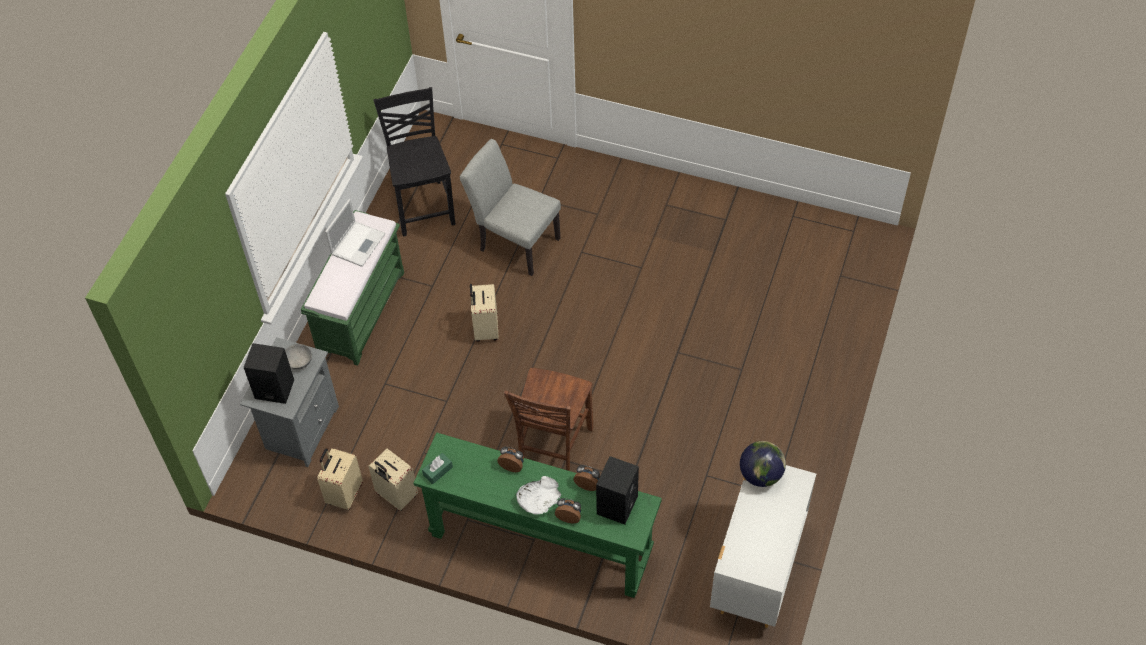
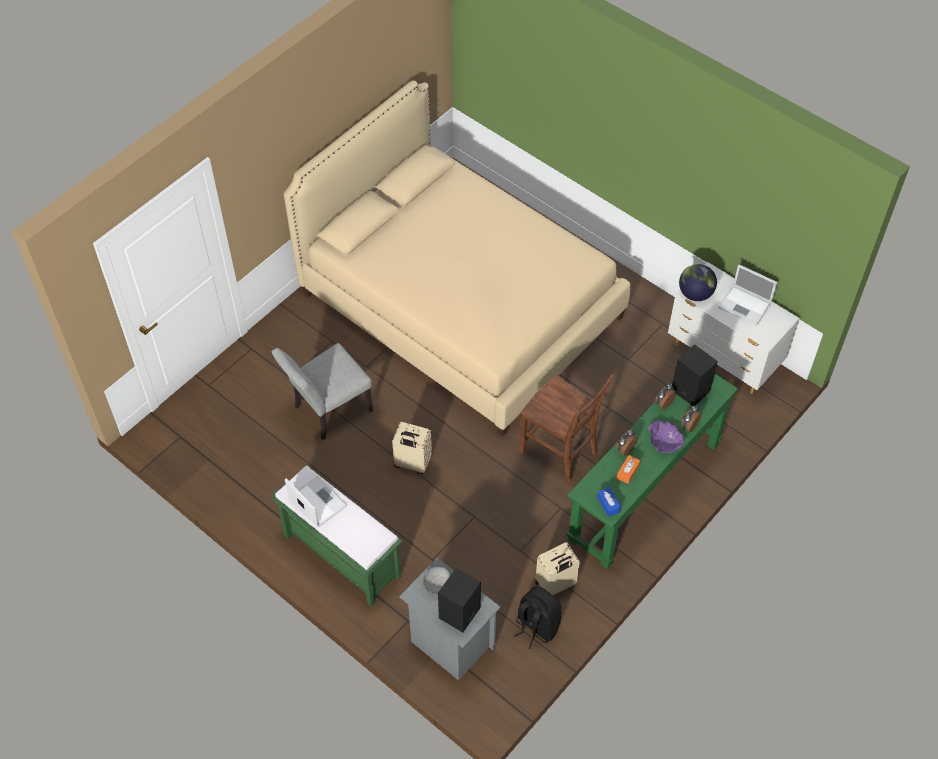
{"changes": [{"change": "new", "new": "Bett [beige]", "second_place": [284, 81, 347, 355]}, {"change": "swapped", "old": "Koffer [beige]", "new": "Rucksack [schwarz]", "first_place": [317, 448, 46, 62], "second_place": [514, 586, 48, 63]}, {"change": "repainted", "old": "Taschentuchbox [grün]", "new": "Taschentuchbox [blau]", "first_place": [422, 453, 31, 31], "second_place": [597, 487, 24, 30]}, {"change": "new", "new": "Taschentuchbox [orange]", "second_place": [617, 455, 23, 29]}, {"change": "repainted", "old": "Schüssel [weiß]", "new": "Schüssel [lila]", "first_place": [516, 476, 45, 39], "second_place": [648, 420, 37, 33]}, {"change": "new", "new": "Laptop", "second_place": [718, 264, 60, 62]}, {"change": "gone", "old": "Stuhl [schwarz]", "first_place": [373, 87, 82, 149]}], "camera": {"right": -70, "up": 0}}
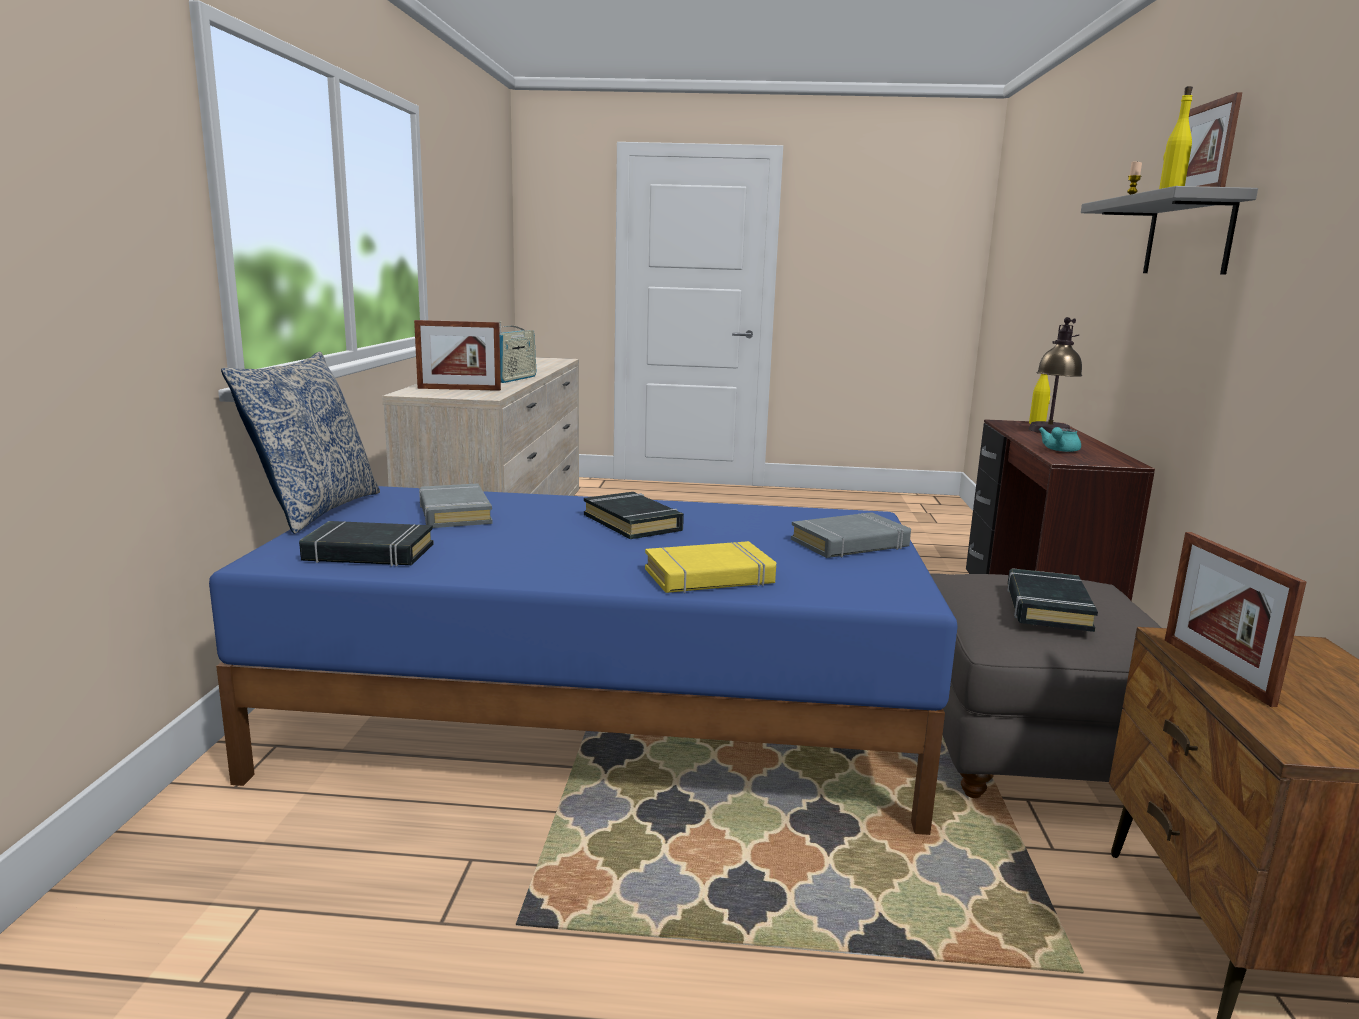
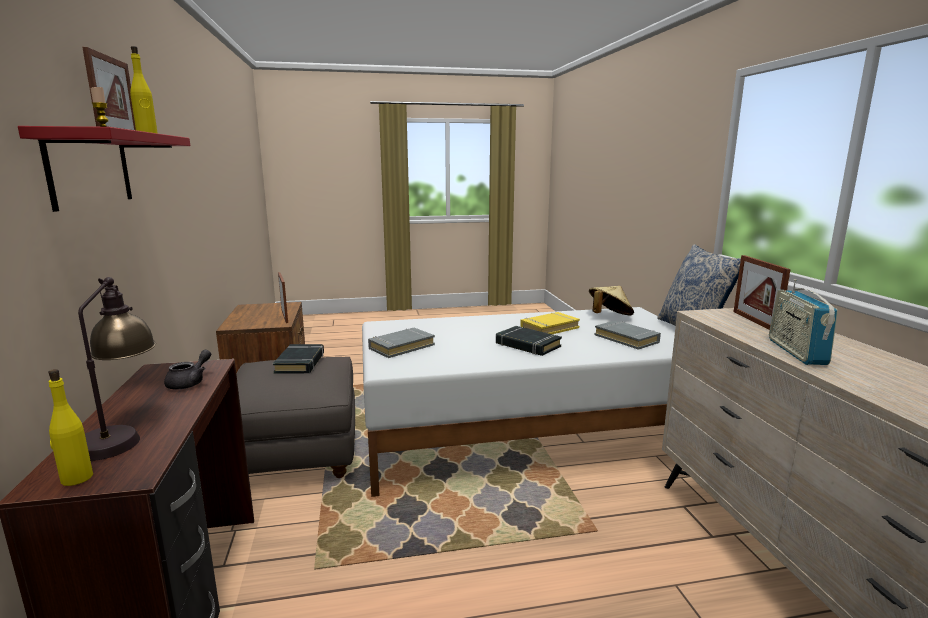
{"changes": [{"change": "repainted", "old": "Wandregal [grau]", "new": "Wandregal [rot]", "first_place": [1081, 186, 177, 89], "second_place": [18, 126, 172, 86]}, {"change": "repainted", "old": "Teekanne [türkis]", "new": "Teekanne [grau]", "first_place": [1038, 427, 43, 25], "second_place": [164, 350, 47, 39]}, {"change": "repainted", "old": "Bett [blau]", "new": "Bett [weiß]", "first_place": [209, 486, 749, 349], "second_place": [362, 307, 314, 190]}, {"change": "shifted", "old": "Buch [gelb]", "first_place": [645, 541, 131, 52], "second_place": [520, 312, 60, 22]}, {"change": "swapped", "old": "Buch [schwarz]", "new": "Hut [beige]", "first_place": [299, 521, 135, 46], "second_place": [589, 286, 45, 29]}, {"change": "rotated", "old": "Bilderrahmen", "first_place": [414, 320, 87, 71], "second_place": [733, 255, 57, 75], "degrees": -75}], "camera": {"right": 165, "up": 0}}
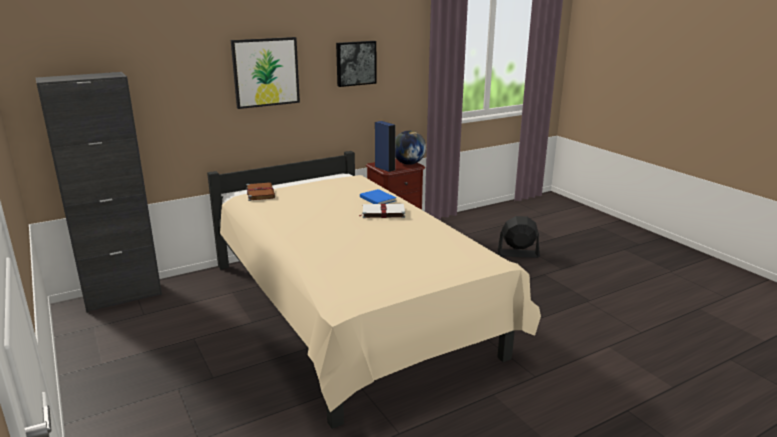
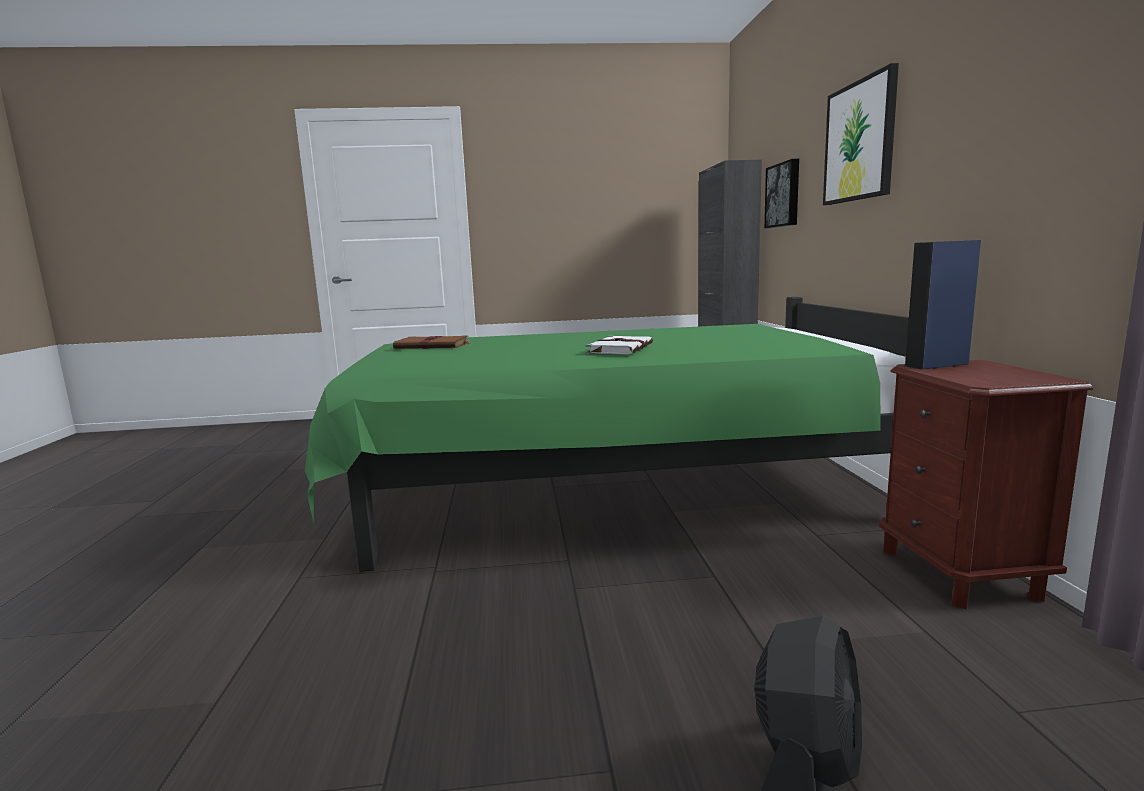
{"changes": [{"change": "repainted", "old": "Bett [beige]", "new": "Bett [grün]", "first_place": [207, 151, 334, 278], "second_place": [305, 297, 604, 275]}, {"change": "shifted", "old": "Buch [braun]", "first_place": [246, 182, 29, 19], "second_place": [393, 335, 77, 14]}, {"change": "shifted", "old": "Bild", "first_place": [336, 41, 40, 46], "second_place": [764, 159, 35, 69]}, {"change": "gone", "old": "Buch [blau]", "first_place": [360, 189, 36, 15]}, {"change": "gone", "old": "Globus", "first_place": [395, 131, 31, 34]}], "camera": {"right": 115, "up": -10}}
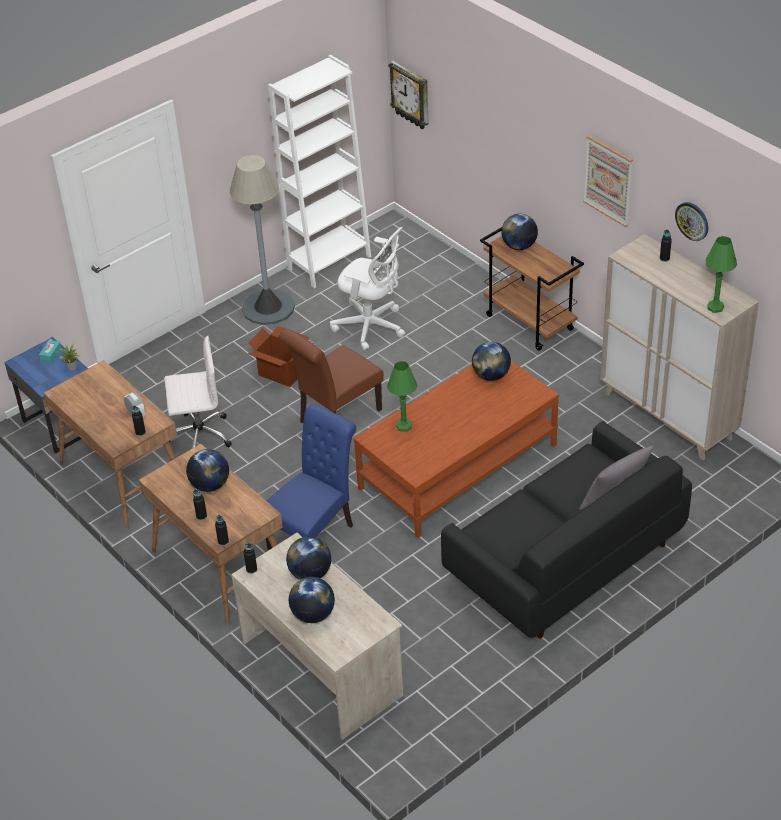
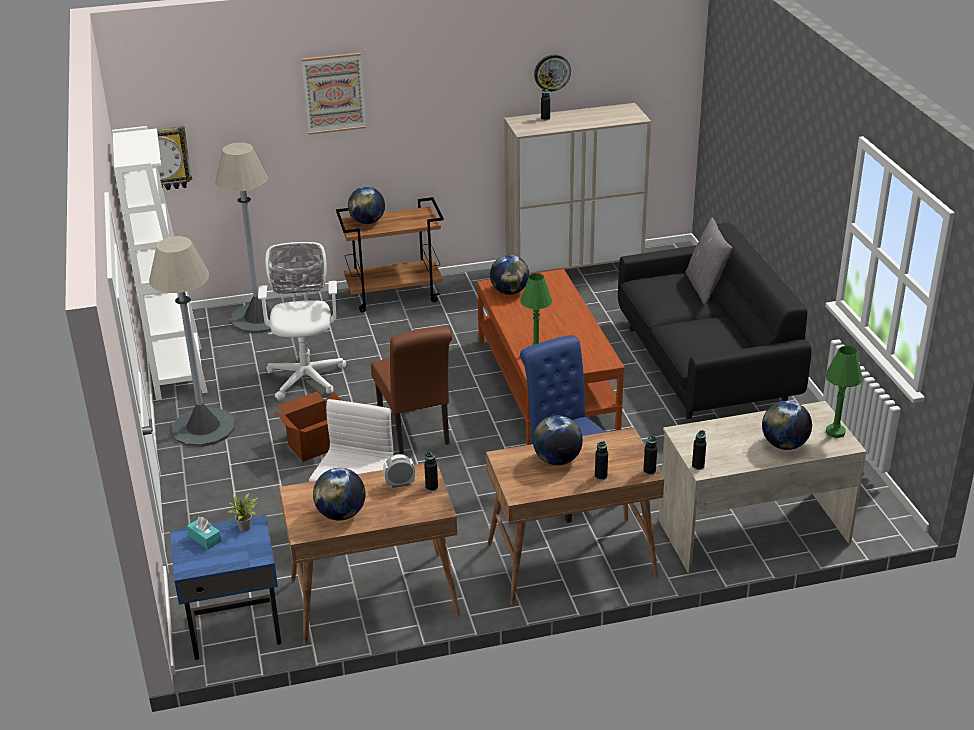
{"changes": [{"change": "new", "new": "Stehlampe [grau]", "second_place": [215, 143, 62, 191]}, {"change": "rotated", "old": "Bürostuhl [weiß]", "first_place": [330, 227, 75, 124], "second_place": [258, 242, 88, 159], "degrees": -60}, {"change": "shifted", "old": "Bild", "first_place": [583, 135, 50, 92], "second_place": [302, 53, 64, 82]}, {"change": "shifted", "old": "Globus", "first_place": [286, 536, 45, 44], "second_place": [313, 468, 53, 53]}, {"change": "shifted", "old": "Tischlampe [grün]", "first_place": [705, 236, 32, 77], "second_place": [825, 346, 38, 92]}], "camera": {"right": -65, "up": -10}}
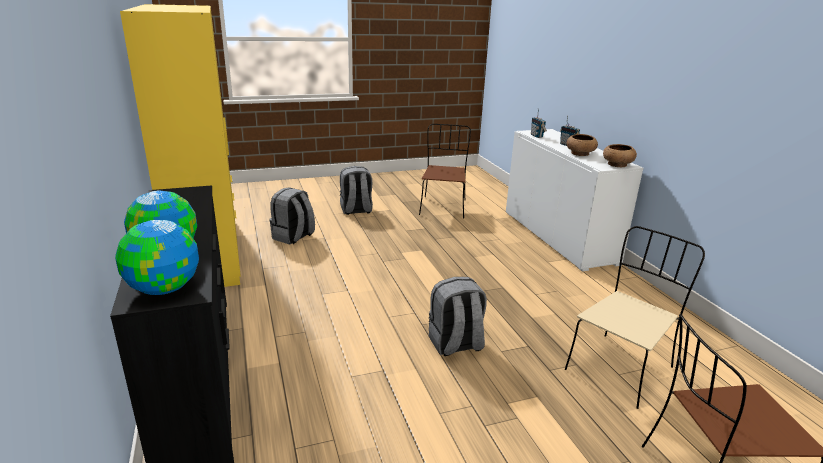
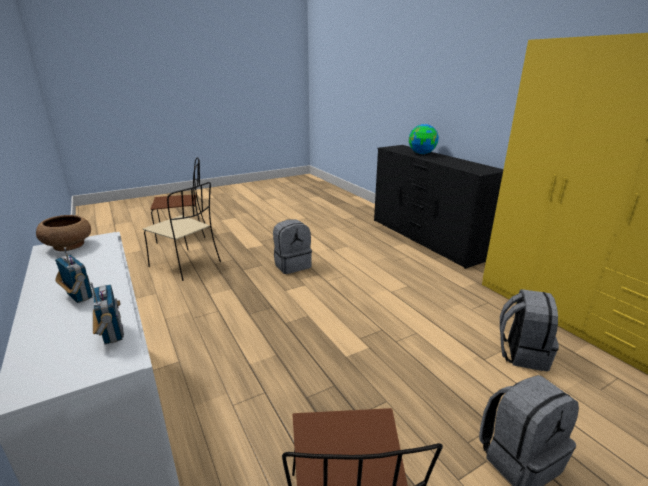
{"changes": [{"change": "rotated", "old": "Stuhl [beige]", "first_place": [565, 226, 140, 183], "second_place": [143, 182, 78, 99], "degrees": -90}, {"change": "gone", "old": "Globus", "first_place": [115, 220, 84, 75]}, {"change": "gone", "old": "Schüssel [braun]", "first_place": [567, 134, 31, 22]}], "camera": {"right": 170, "up": 0}}
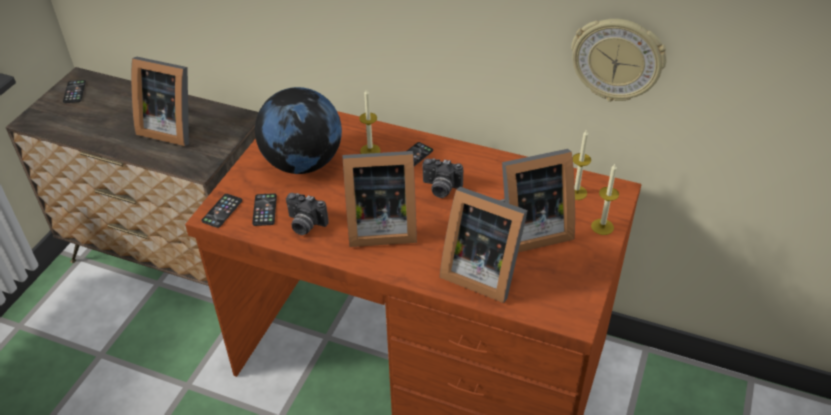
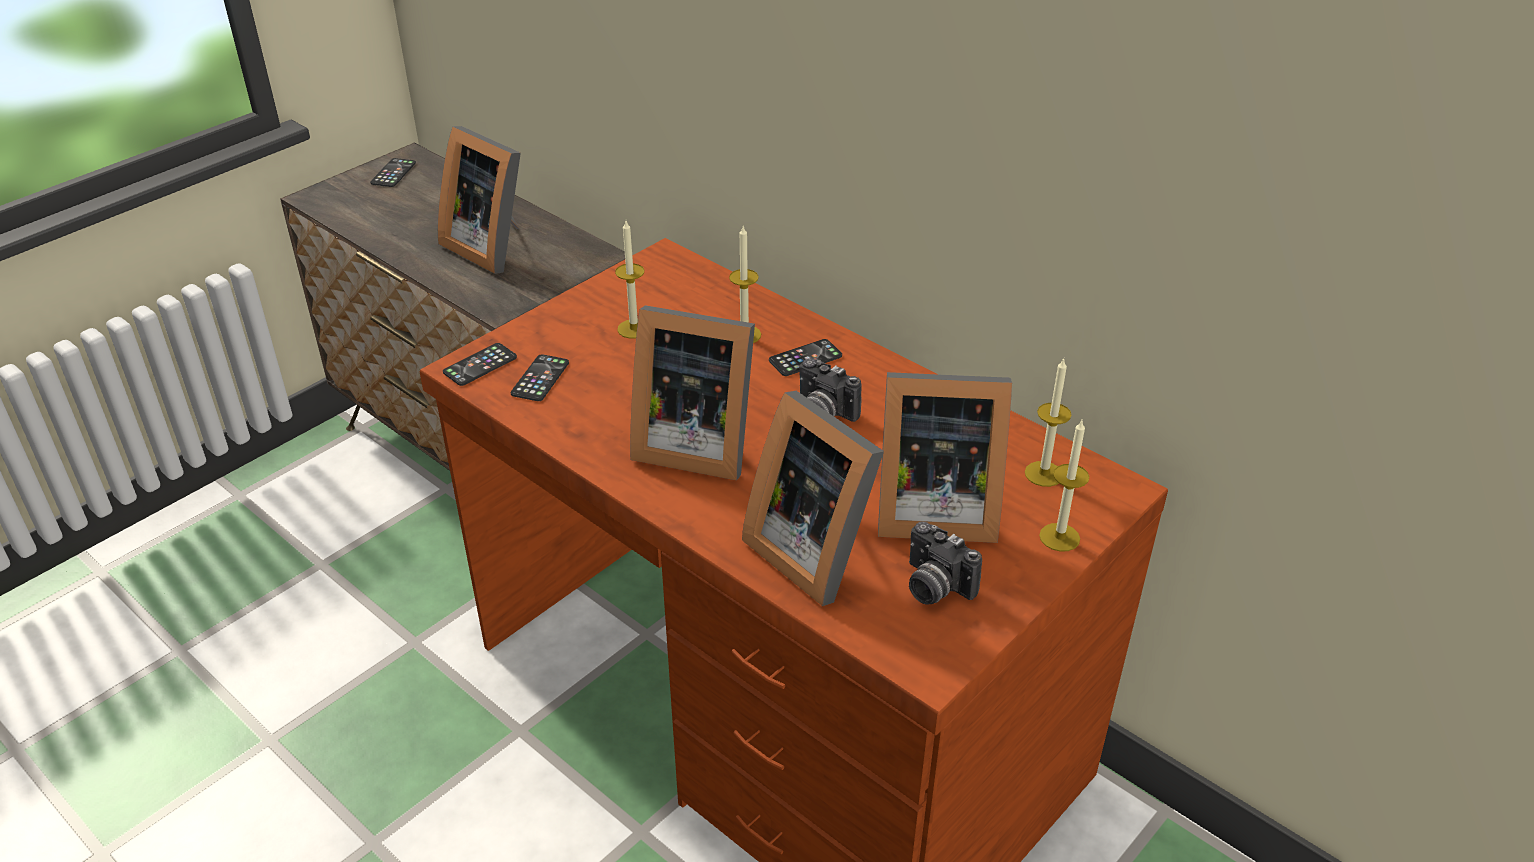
{"changes": [{"change": "swapped", "old": "Globus", "new": "Kerze", "first_place": [255, 87, 87, 87], "second_place": [615, 221, 29, 118]}, {"change": "shifted", "old": "Kamera", "first_place": [286, 193, 42, 42], "second_place": [909, 522, 73, 82]}, {"change": "gone", "old": "Wanduhr", "first_place": [571, 19, 96, 83]}], "camera": {"right": 20, "up": -5}}
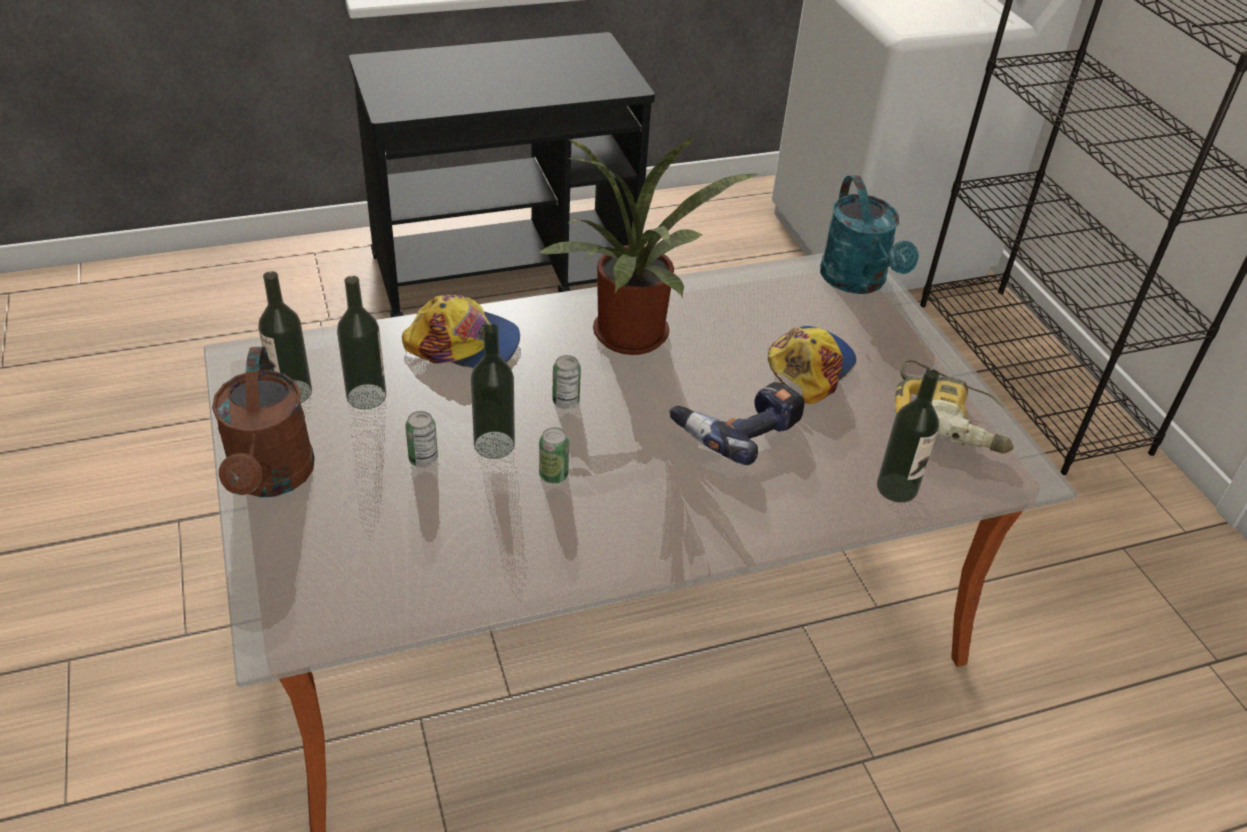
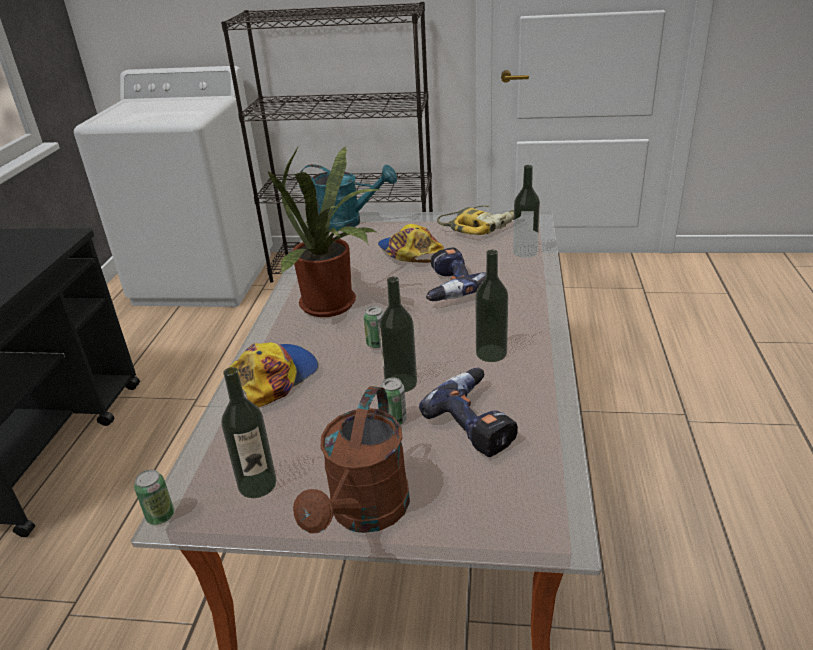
{"changes": [{"change": "shifted", "old": "Dose", "first_place": [539, 427, 30, 57], "second_place": [134, 469, 40, 56]}, {"change": "rotated", "old": "Gießkanne [braun]", "first_place": [212, 347, 103, 150], "second_place": [293, 386, 117, 147], "degrees": 90}, {"change": "new", "new": "Bohrmaschine", "second_place": [419, 367, 99, 90]}, {"change": "shifted", "old": "Flasche", "first_place": [337, 276, 49, 133], "second_place": [476, 250, 32, 112]}], "camera": {"right": -60, "up": -10}}
